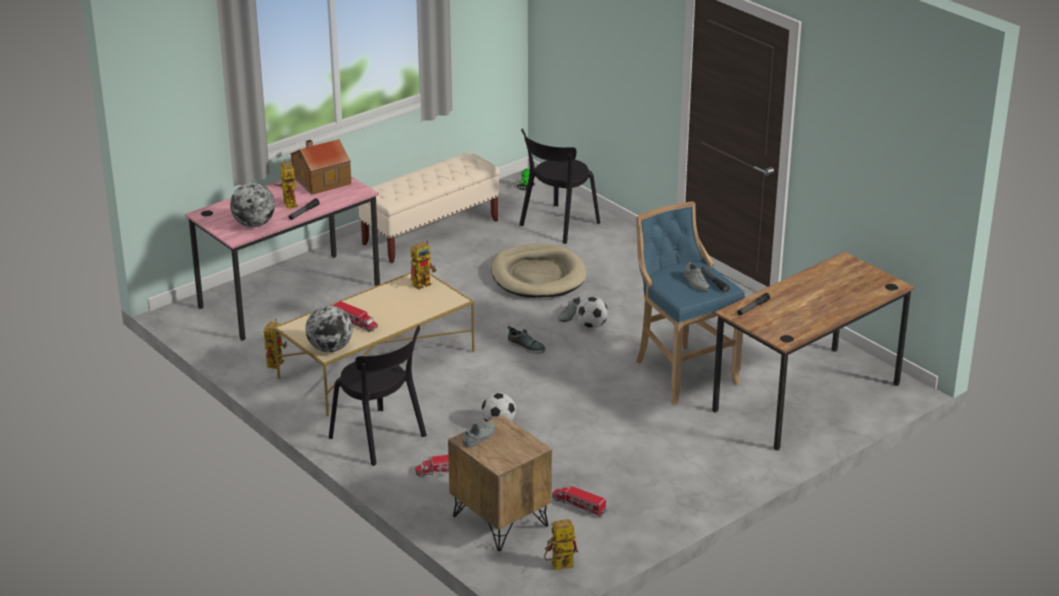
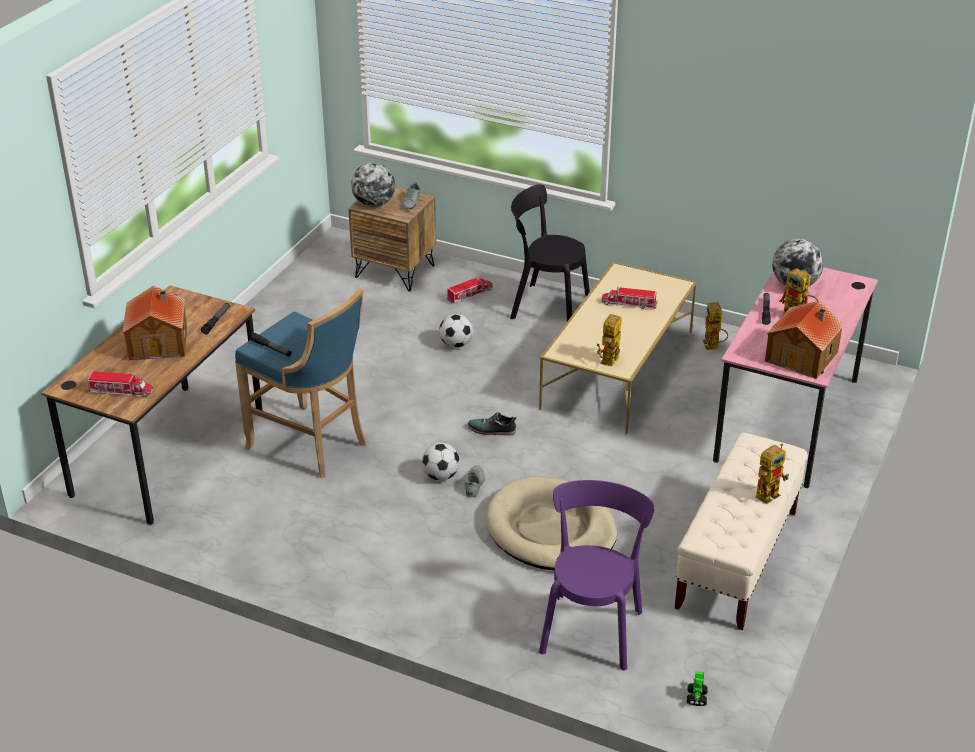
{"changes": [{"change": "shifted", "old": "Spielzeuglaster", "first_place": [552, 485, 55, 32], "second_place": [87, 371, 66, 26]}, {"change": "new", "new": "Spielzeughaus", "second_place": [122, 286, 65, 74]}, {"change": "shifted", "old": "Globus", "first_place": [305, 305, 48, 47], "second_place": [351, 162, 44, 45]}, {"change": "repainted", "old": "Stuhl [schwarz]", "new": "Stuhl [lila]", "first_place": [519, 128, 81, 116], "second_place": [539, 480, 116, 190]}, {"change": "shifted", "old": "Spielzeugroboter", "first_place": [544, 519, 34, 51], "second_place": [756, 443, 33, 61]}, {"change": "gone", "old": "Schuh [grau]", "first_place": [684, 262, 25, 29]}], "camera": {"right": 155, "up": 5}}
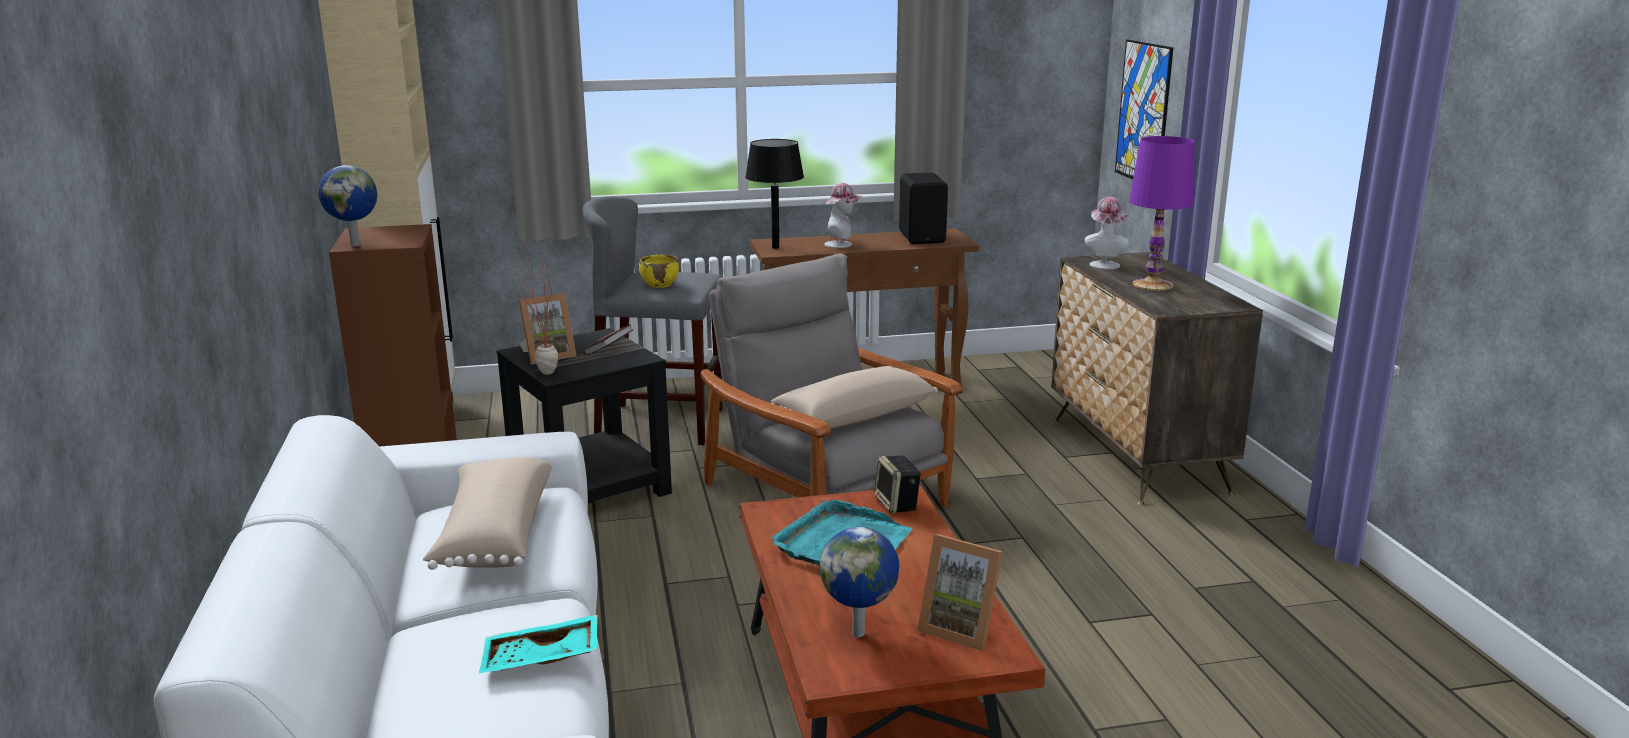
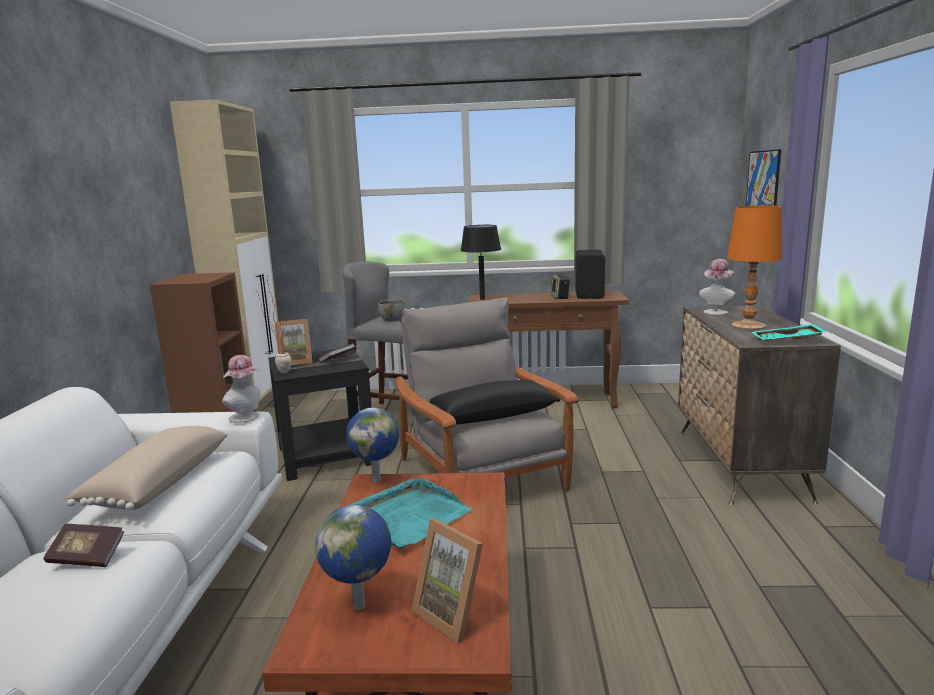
{"changes": [{"change": "new", "new": "Buch", "second_place": [43, 524, 81, 43]}, {"change": "shifted", "old": "Hut", "first_place": [824, 183, 37, 65], "second_place": [222, 355, 38, 68]}, {"change": "shifted", "old": "Globus", "first_place": [318, 165, 59, 82], "second_place": [346, 407, 53, 76]}, {"change": "repainted", "old": "Schüssel [gelb]", "new": "Schüssel [grau]", "first_place": [639, 254, 40, 34], "second_place": [378, 300, 27, 22]}, {"change": "repainted", "old": "Kissen [beige]", "new": "Kissen [schwarz]", "first_place": [771, 366, 167, 63], "second_place": [428, 380, 132, 45]}, {"change": "shifted", "old": "Lautsprecher", "first_place": [874, 455, 47, 59], "second_place": [551, 275, 19, 24]}, {"change": "repainted", "old": "Tischlampe [lila]", "new": "Tischlampe [orange]", "first_place": [1129, 136, 65, 155], "second_place": [727, 206, 55, 124]}, {"change": "shifted", "old": "Tablett [türkis]", "first_place": [479, 614, 119, 59], "second_place": [751, 324, 77, 17]}], "camera": {"right": 15, "up": -5}}
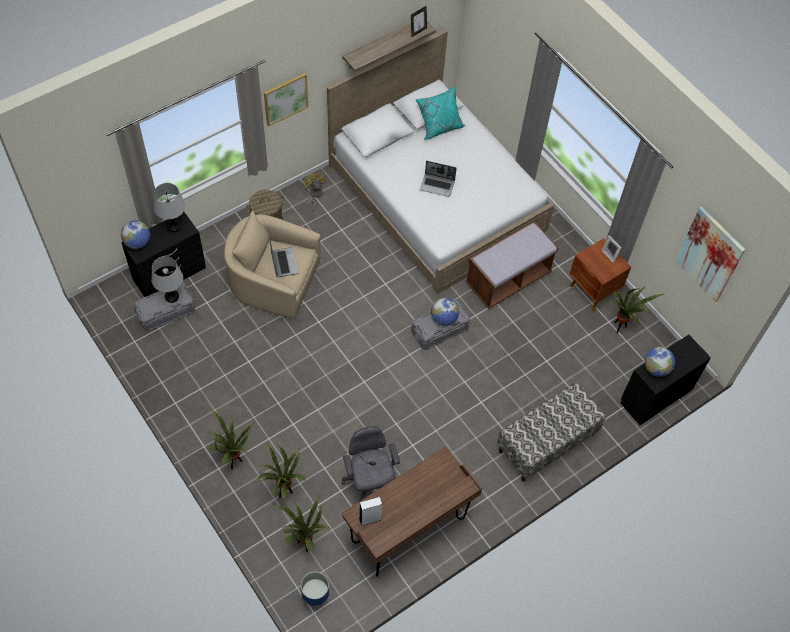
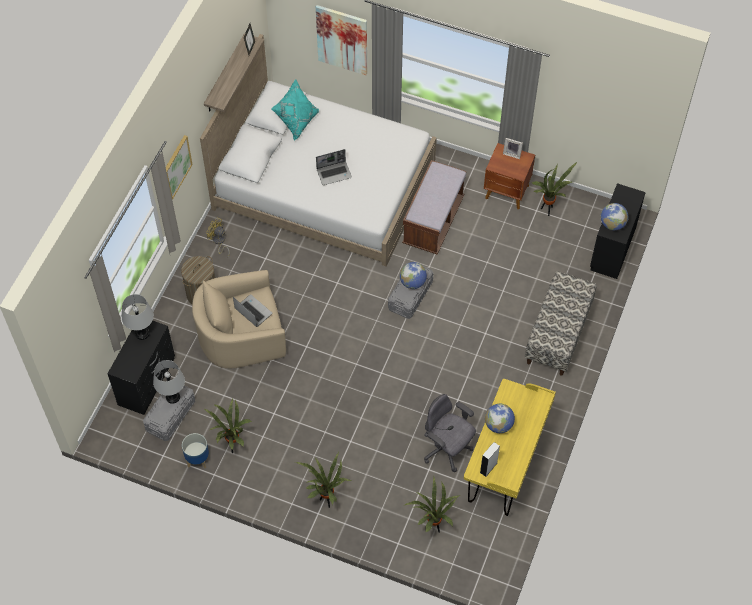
{"changes": [{"change": "shifted", "old": "Pflanzkübel", "first_place": [301, 572, 28, 39], "second_place": [182, 433, 27, 35]}, {"change": "shifted", "old": "Topfpflanze", "first_place": [254, 443, 52, 57], "second_place": [204, 399, 48, 54]}, {"change": "shifted", "old": "Bild", "first_place": [675, 206, 70, 96], "second_place": [316, 5, 51, 70]}, {"change": "repainted", "old": "Schreibtisch [braun]", "new": "Schreibtisch [gelb]", "first_place": [342, 447, 140, 130], "second_place": [464, 379, 92, 137]}, {"change": "shifted", "old": "Globus", "first_place": [121, 220, 29, 29], "second_place": [485, 403, 30, 30]}], "camera": {"right": -30, "up": 0}}
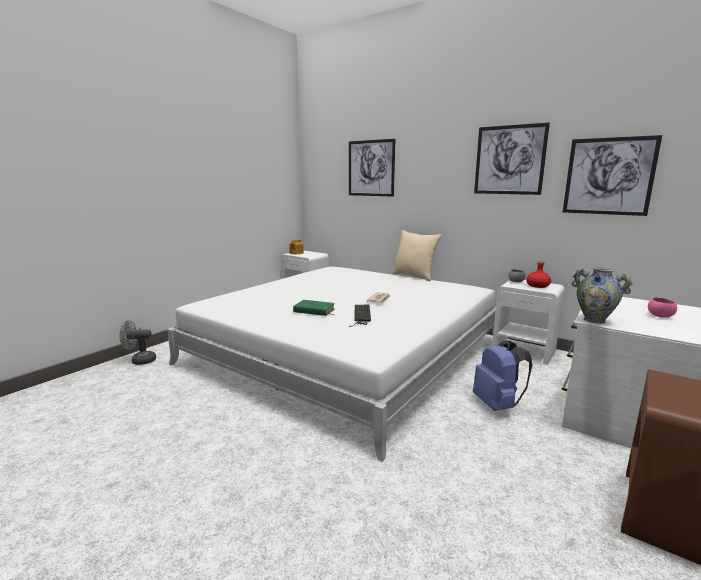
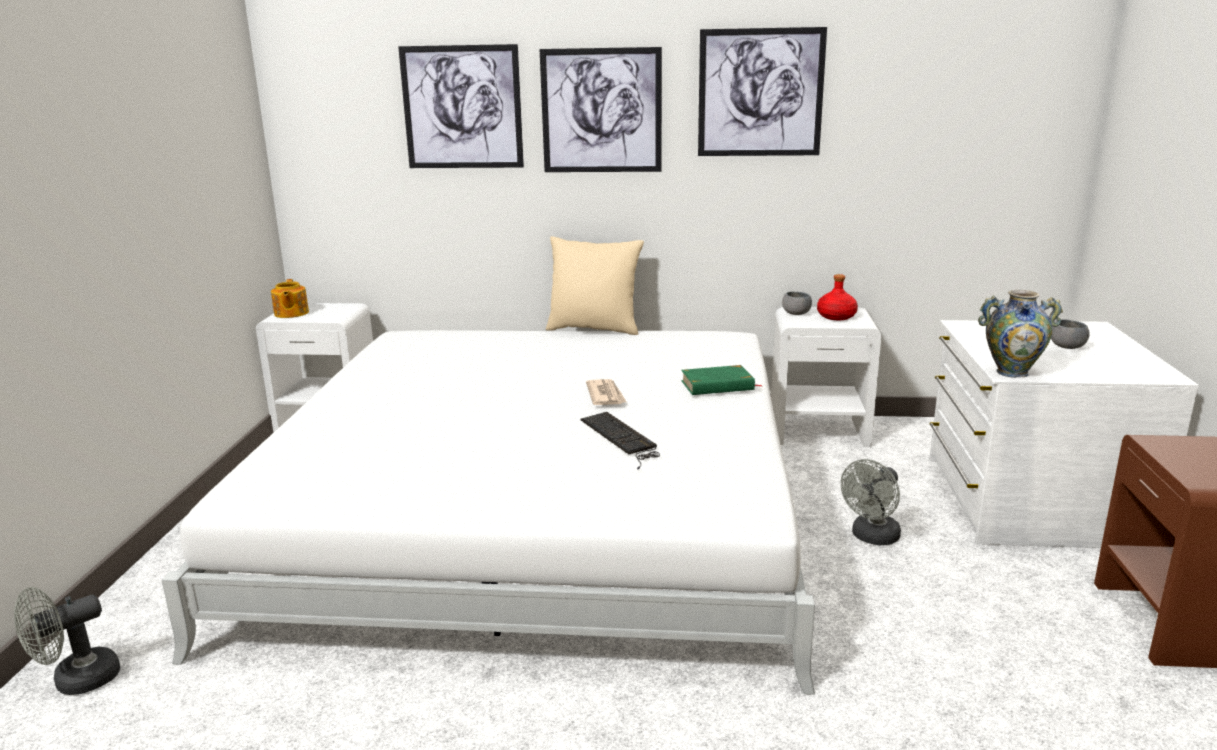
{"changes": [{"change": "shifted", "old": "Bild", "first_place": [563, 135, 99, 81], "second_place": [540, 47, 122, 125]}, {"change": "shifted", "old": "Buch [grün]", "first_place": [293, 300, 42, 16], "second_place": [681, 365, 80, 30]}, {"change": "swapped", "old": "Rucksack [blau]", "new": "Ventilator [grau]", "first_place": [473, 340, 59, 71], "second_place": [841, 459, 60, 86]}, {"change": "repainted", "old": "Schüssel [rosa]", "new": "Schüssel [grau]", "first_place": [648, 297, 29, 21], "second_place": [1051, 319, 39, 30]}], "camera": {"right": -30, "up": 5}}
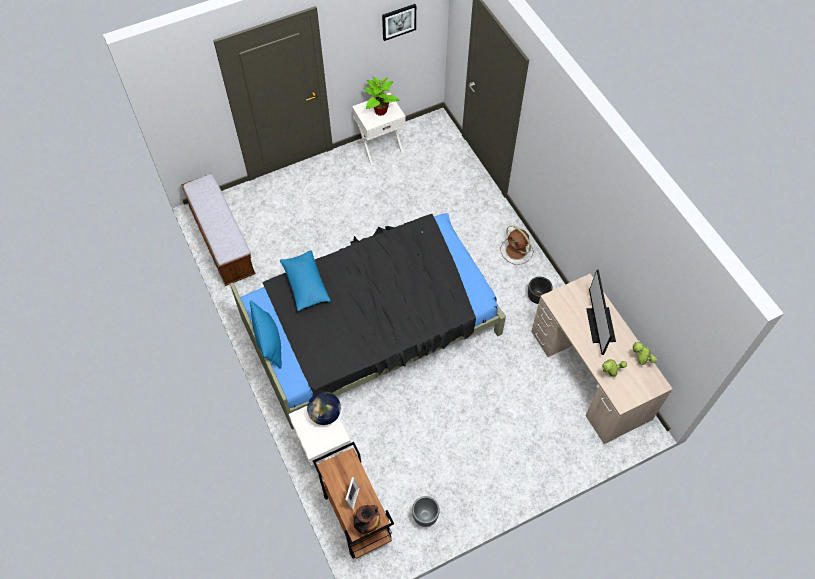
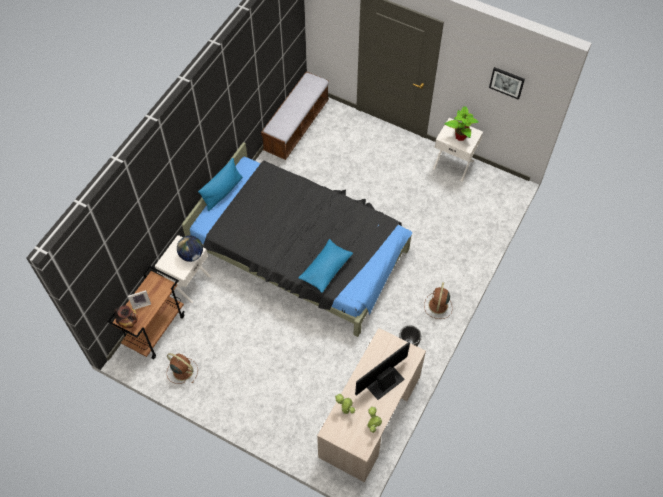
{"changes": [{"change": "swapped", "old": "Pflanzkübel [grau]", "new": "Ventilator [braun]", "first_place": [412, 496, 28, 31], "second_place": [167, 353, 31, 31]}, {"change": "shifted", "old": "Kissen [blau]", "first_place": [280, 250, 51, 61], "second_place": [298, 239, 55, 54]}], "camera": {"right": 55, "up": 0}}
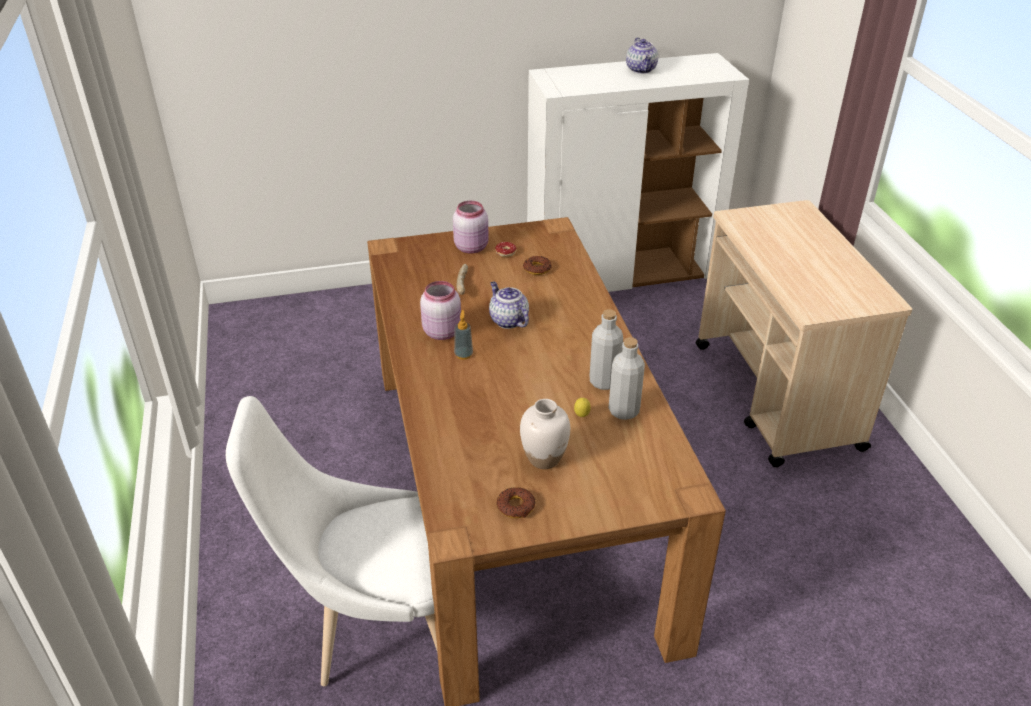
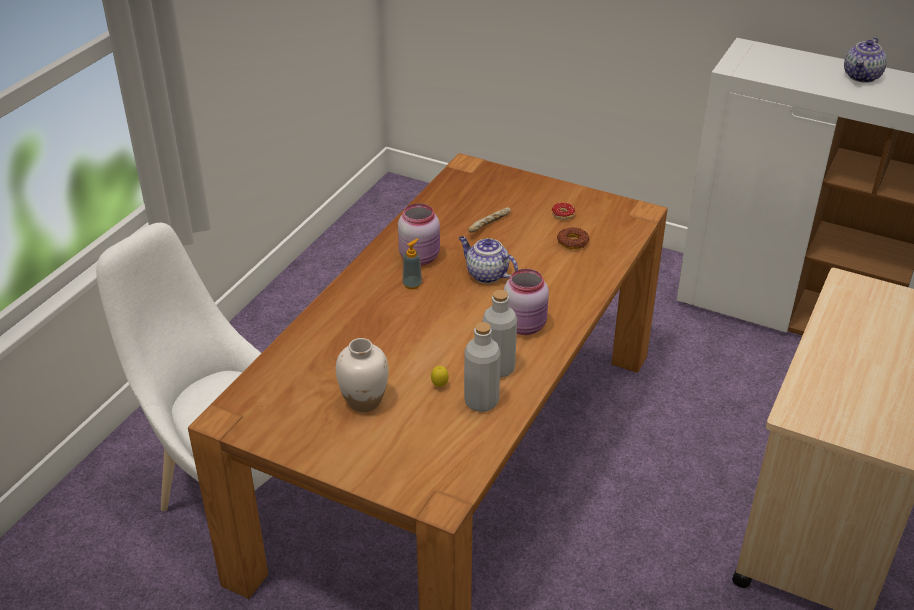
{"changes": [{"change": "rotated", "old": "Teekanne", "first_place": [489, 282, 40, 47], "second_place": [459, 236, 59, 48], "degrees": -60}, {"change": "shifted", "old": "Vorratsglas [rosa]", "first_place": [453, 201, 36, 53], "second_place": [504, 269, 45, 66]}, {"change": "gone", "old": "Donut", "first_place": [497, 487, 39, 31]}], "camera": {"right": 40, "up": 0}}
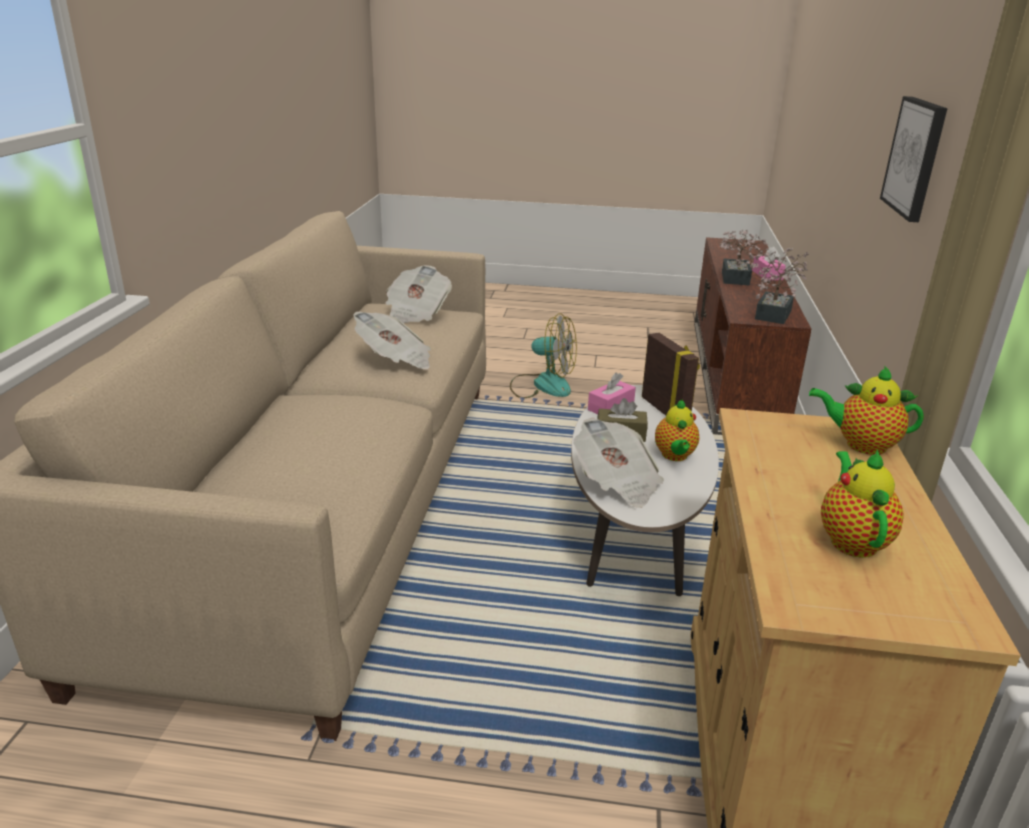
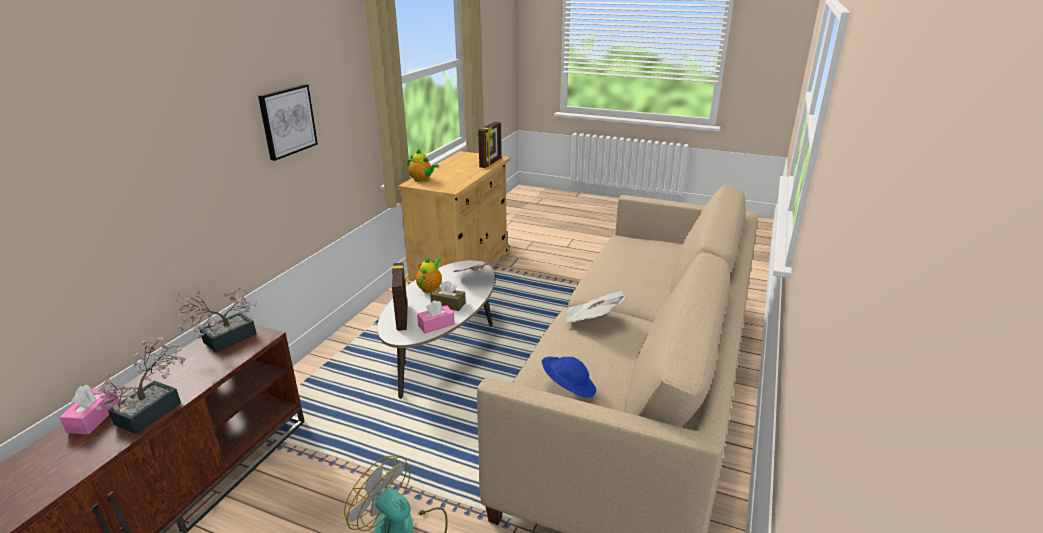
{"changes": [{"change": "new", "new": "Bilderrahmen", "second_place": [478, 122, 23, 46]}, {"change": "swapped", "old": "Zeitung", "new": "Hut [blau]", "first_place": [385, 265, 67, 58], "second_place": [542, 357, 54, 41]}, {"change": "gone", "old": "Teekanne", "first_place": [821, 449, 83, 109]}], "camera": {"right": -165, "up": 0}}
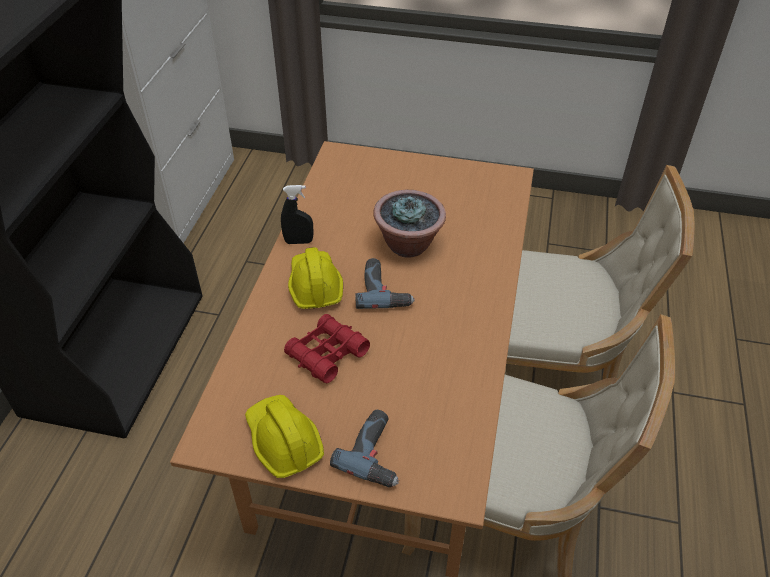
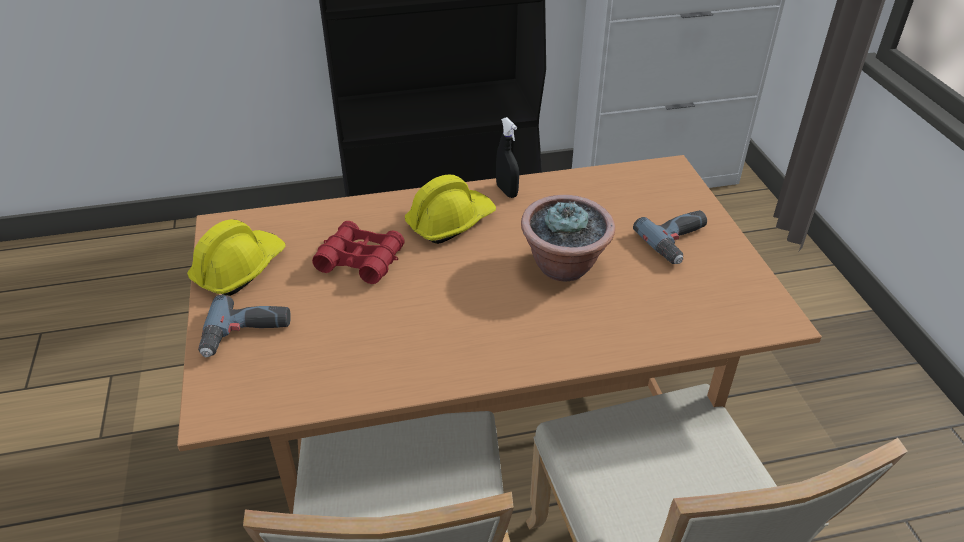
{"changes": [{"change": "shifted", "old": "Bohrmaschine", "first_place": [356, 258, 59, 51], "second_place": [633, 210, 74, 54]}], "camera": {"right": 65, "up": -5}}
